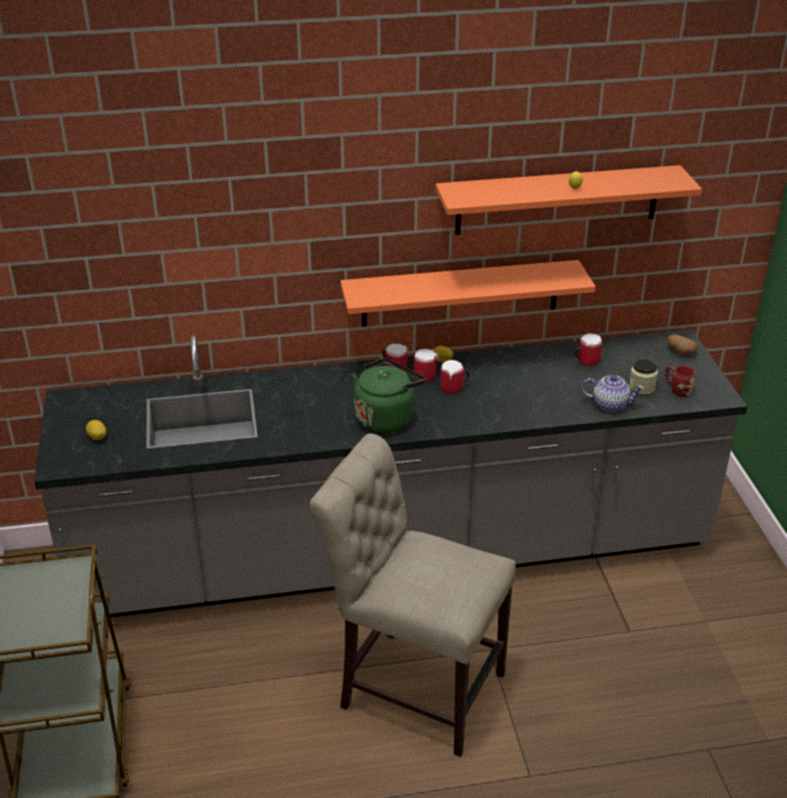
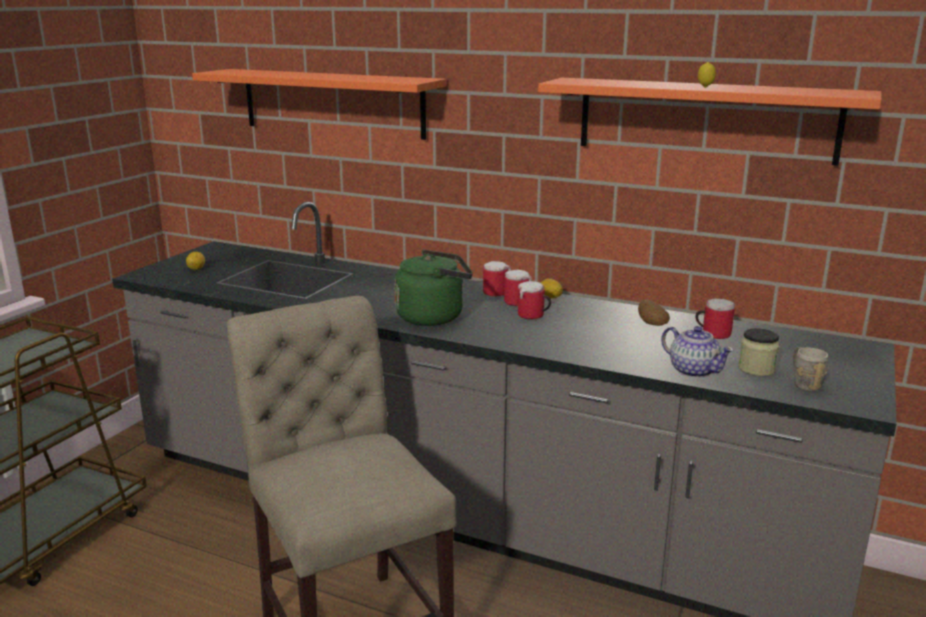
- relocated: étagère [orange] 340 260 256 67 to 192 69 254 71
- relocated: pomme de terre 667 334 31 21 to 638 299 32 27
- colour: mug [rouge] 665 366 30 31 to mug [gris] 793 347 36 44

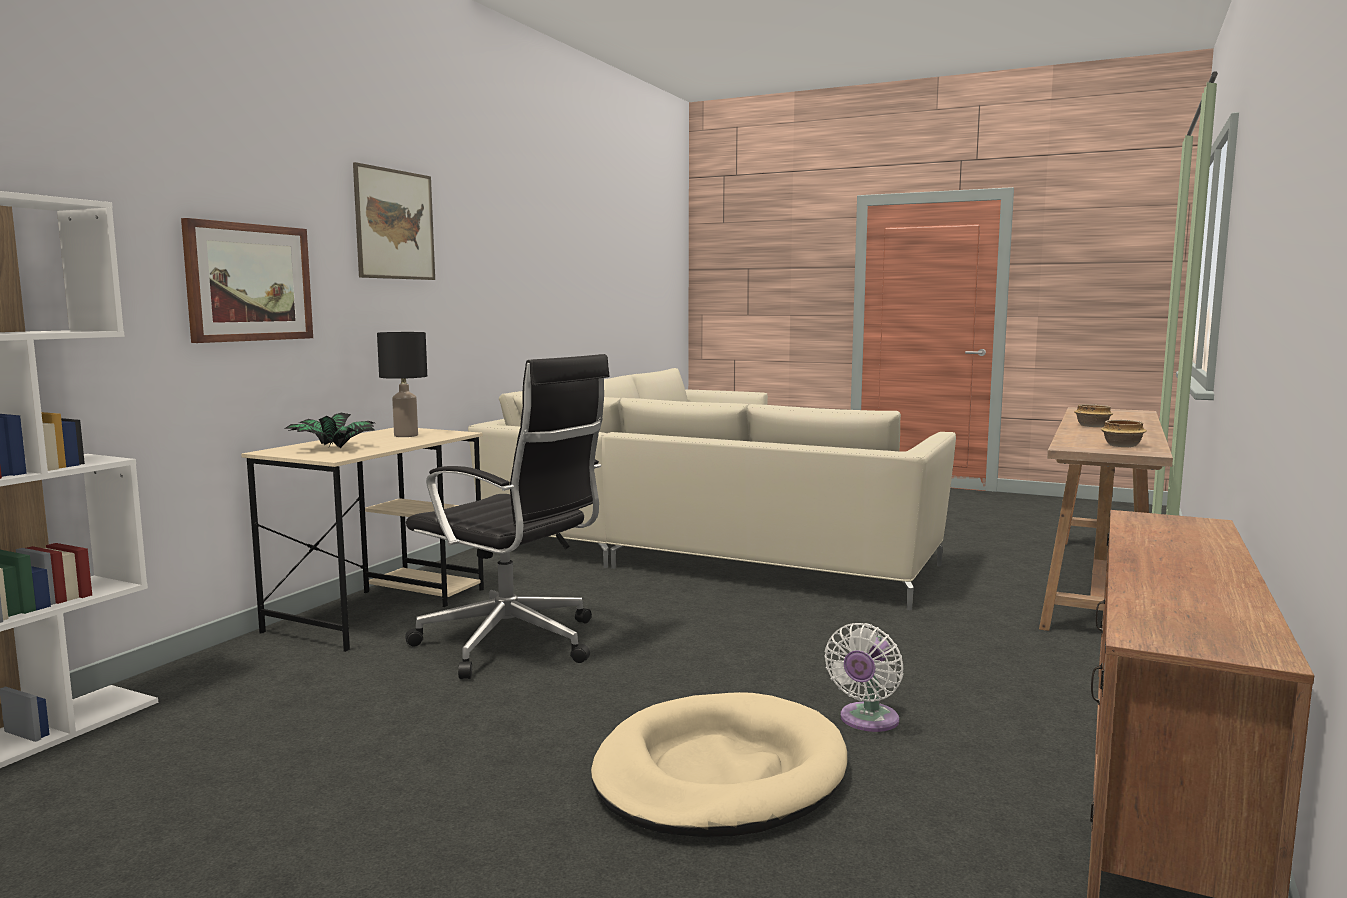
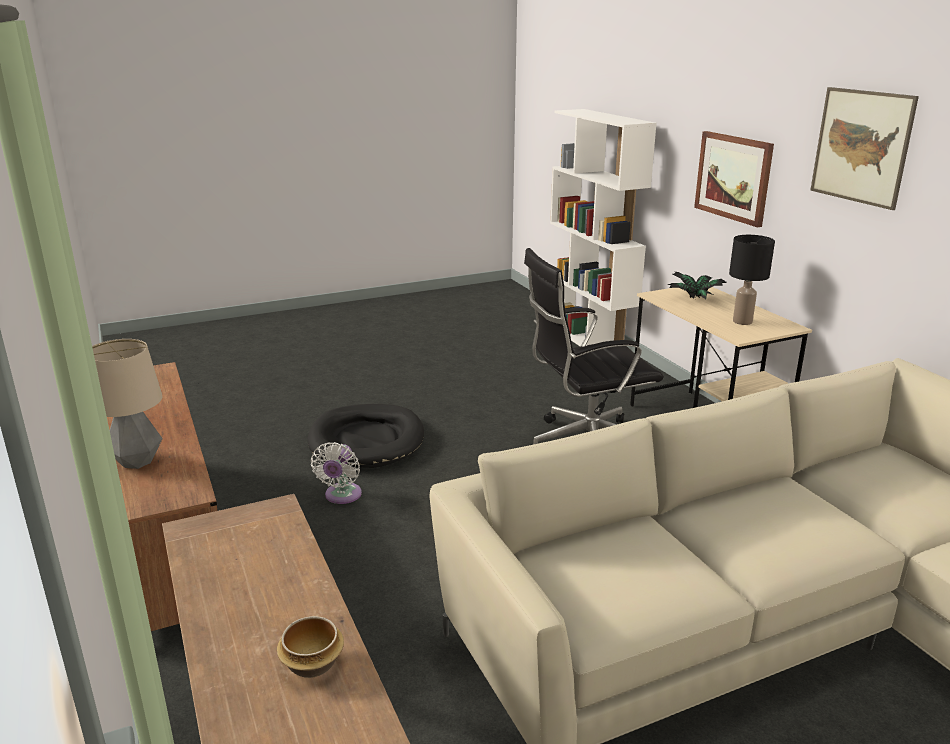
- missing: bol 1101 420 46 27
- appeared: lampe de table 92 339 70 130
- colour: panier pour chien [beige] 591 692 256 145 to panier pour chien [noir] 308 404 116 64
- spun: ventilateur [blanc] 825 623 78 109 = 311 442 51 62 150 degrees counterclockwise

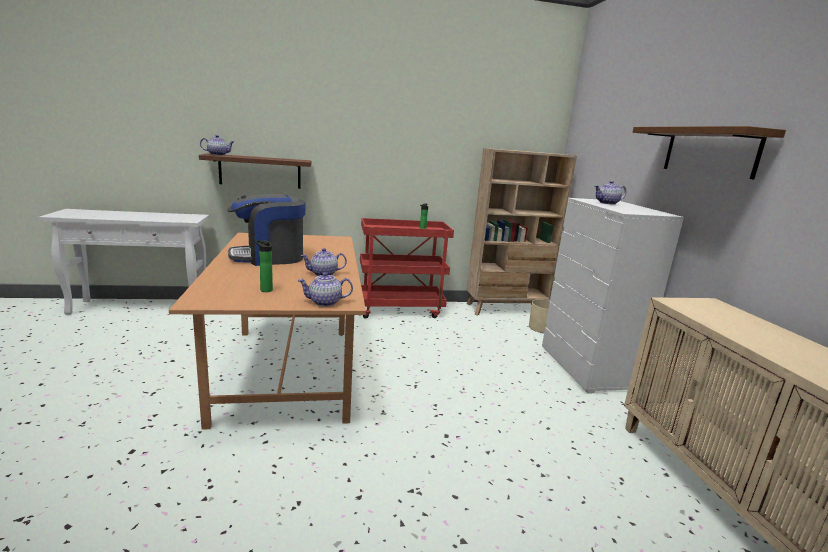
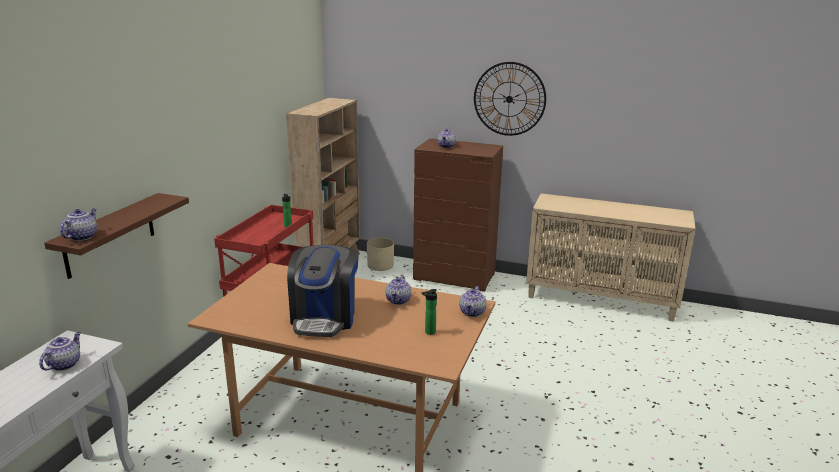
- appeared: théière 39 332 42 39
- exchanged: étagère [marron] 633 126 153 53 to horloge murale 474 62 72 74
- colour: commode [blanc] 542 198 142 195 to commode [marron] 413 138 90 154

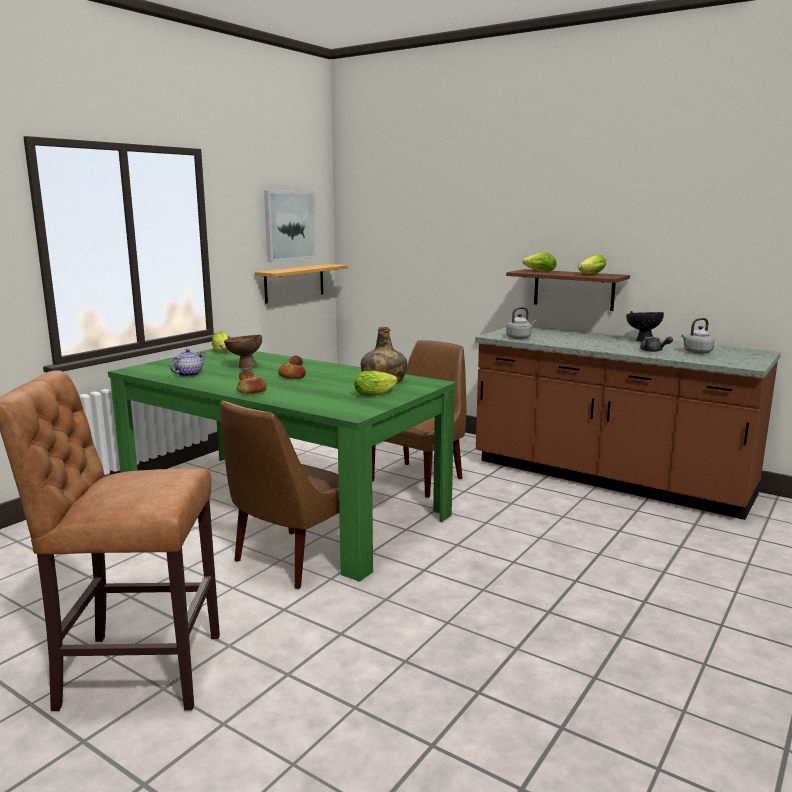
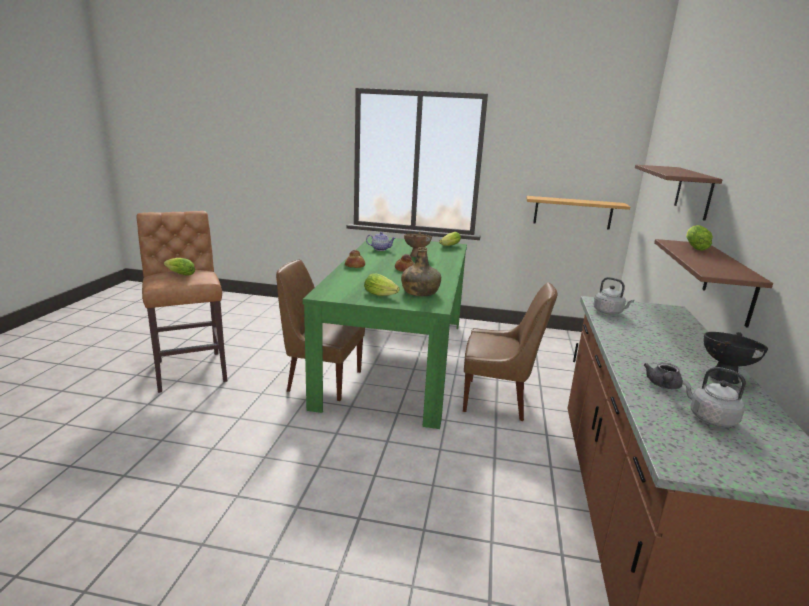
- missing: tableau 264 191 53 71
- appeared: étagère [marron] 635 165 88 56
- relocated: laitue 578 254 28 20 to 164 258 31 18

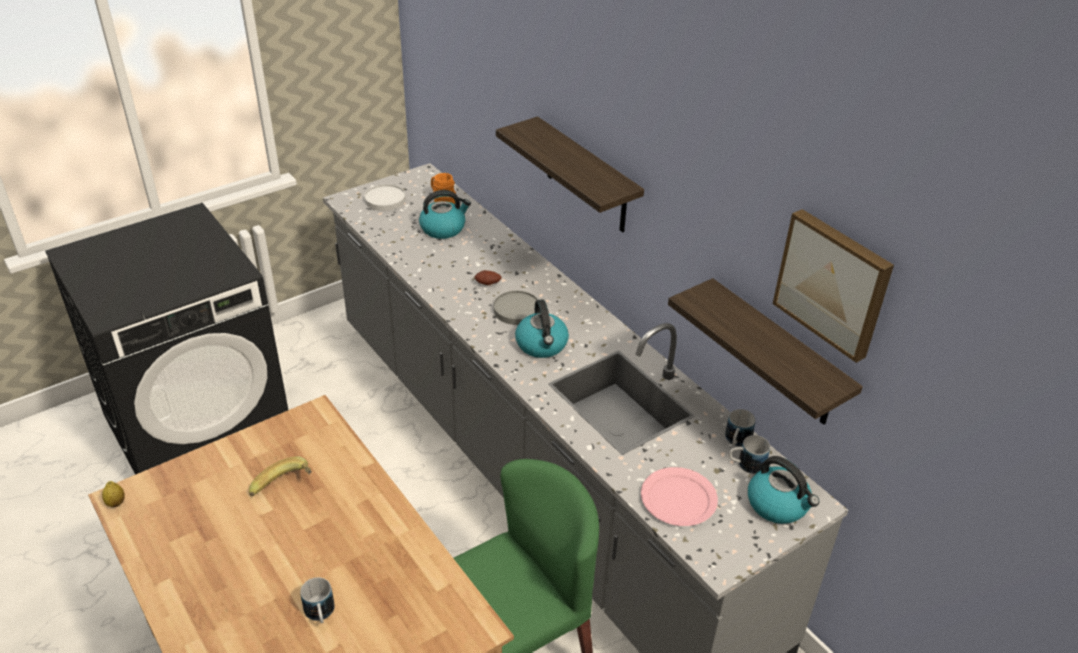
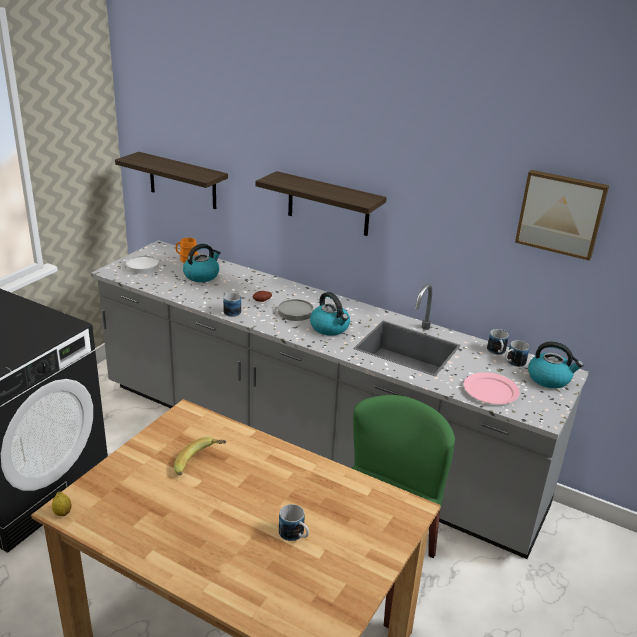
- appeared: mug 223 292 18 25
- relocated: étagère 668 278 195 147 to 115 152 113 57

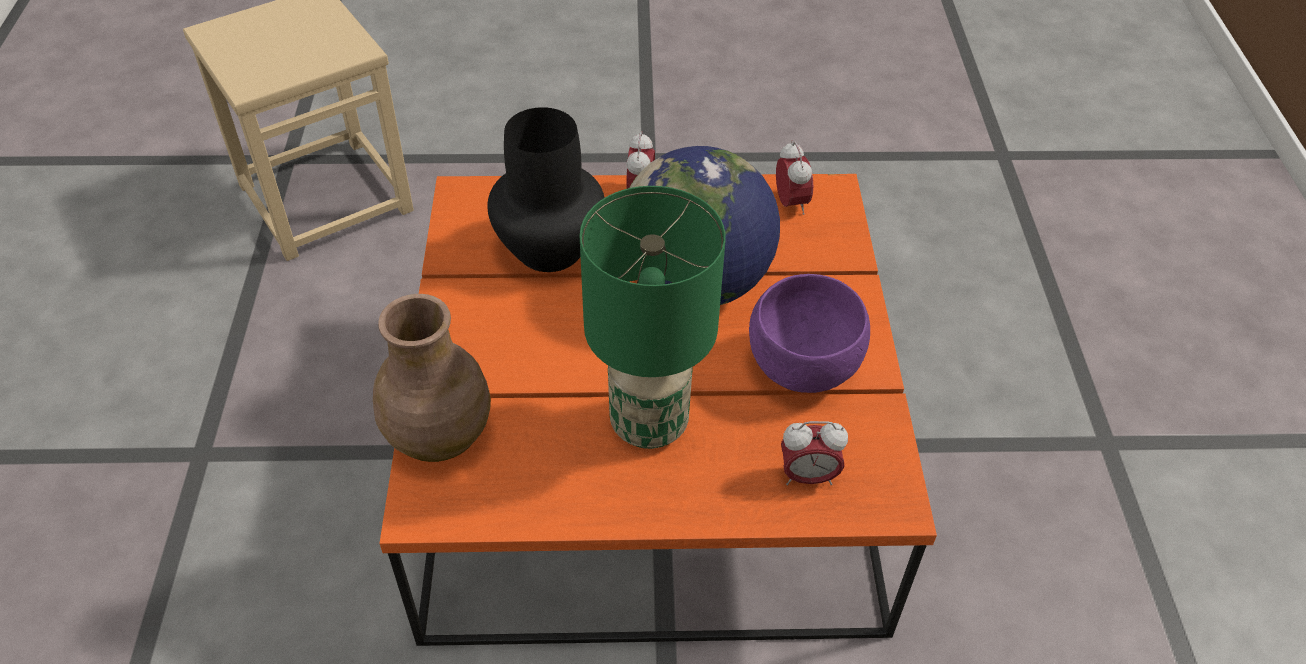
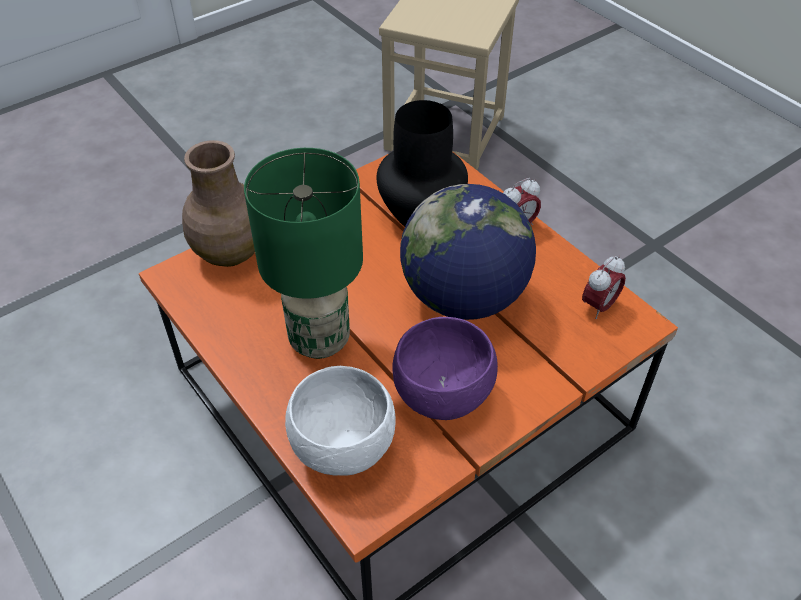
- exchanged: réveil 781 421 67 64 to bol [blanc] 285 366 111 110

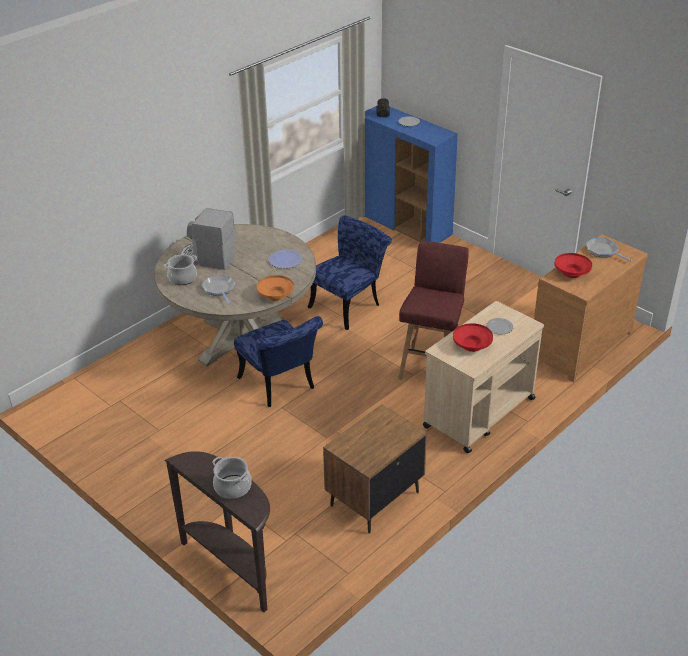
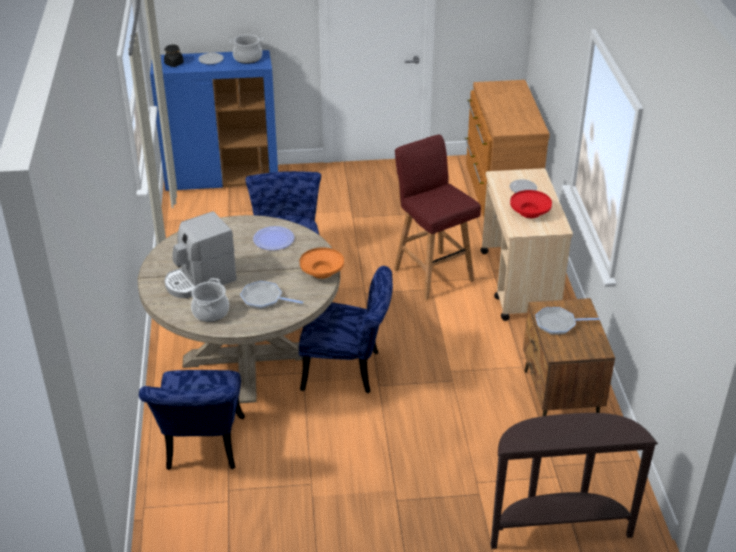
- missing: bol [rouge] 554 253 38 25
- appeared: chaise [bleu] 139 370 106 100
- relocated: marmite 212 457 40 42 to 229 34 35 30
- relocated: poêle 586 238 46 23 to 535 307 64 28

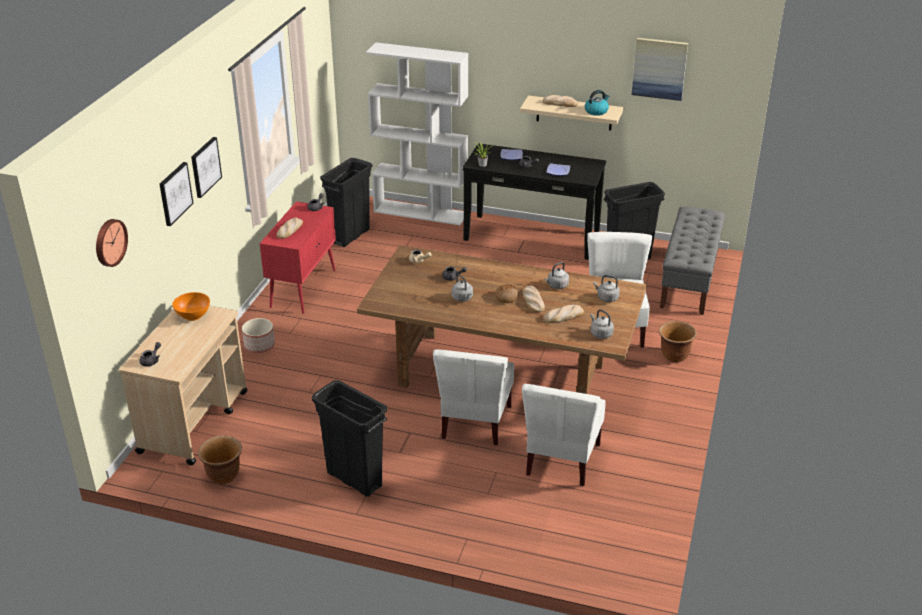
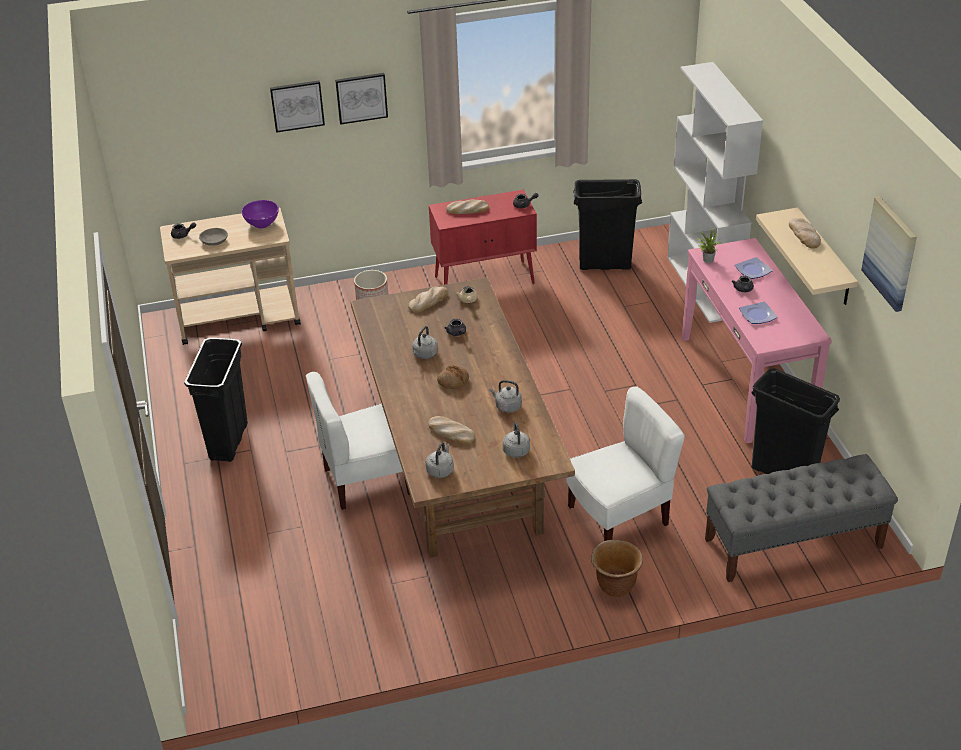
- missing: horloge murale 96 219 32 48
- missing: cache-pot [marron] 198 435 44 49
- missing: chaise [blanc] 522 384 83 102
- missing: bouilloire 585 90 25 26
- appeared: bol [gris] 199 228 29 18
- relocated: pain 523 286 22 26 to 408 286 40 27
- colour: bol [orange] 172 292 38 29 to bol [violet] 241 200 38 28
- colour: table console [noir] 463 143 143 117 to table console [rose] 682 238 150 206

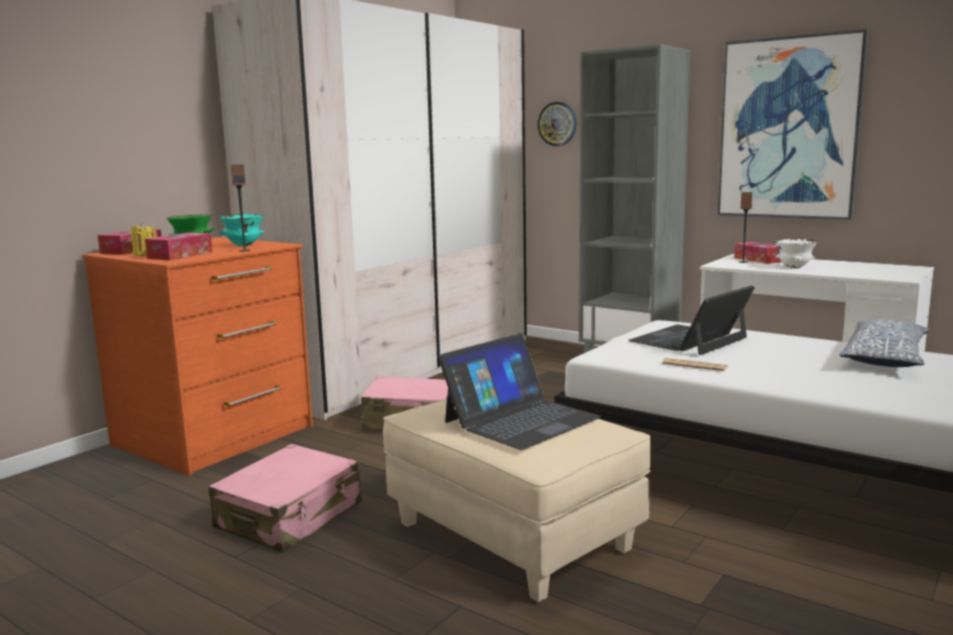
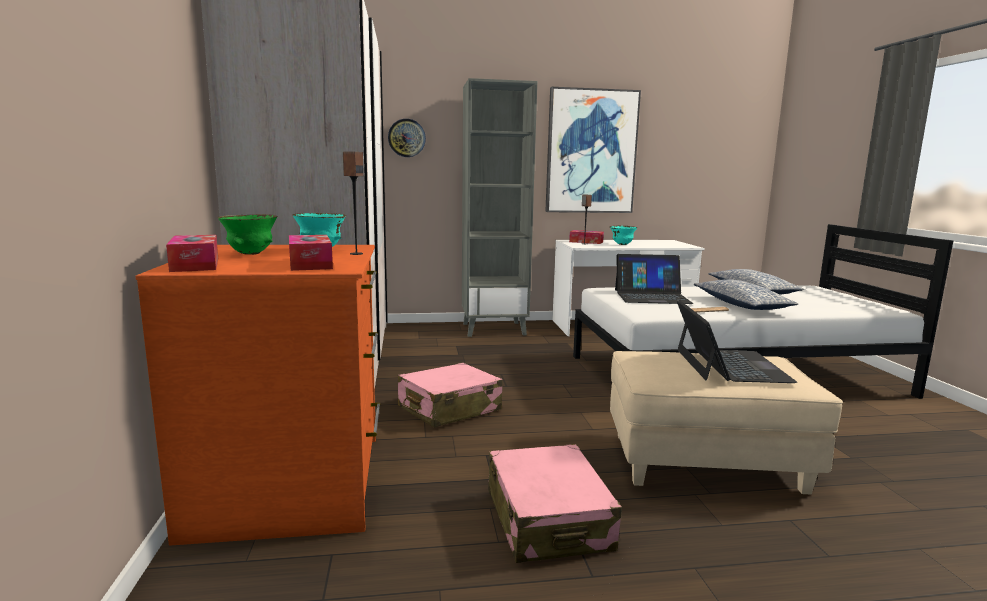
- missing: bougie [jaune] 131 223 25 33
- appeared: coussin 694 279 104 31
- colour: bol [blanc] 774 238 44 30 to bol [turquoise] 610 226 27 19
- spun: ordinateur portable 628 285 127 70 = 615 254 79 50 90 degrees counterclockwise

